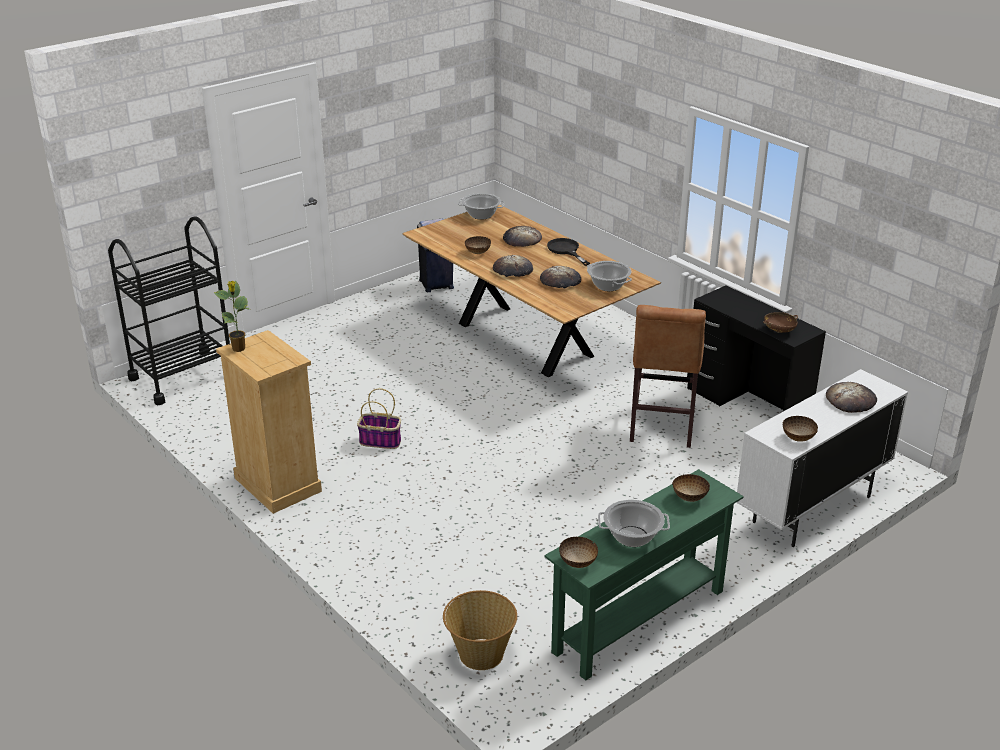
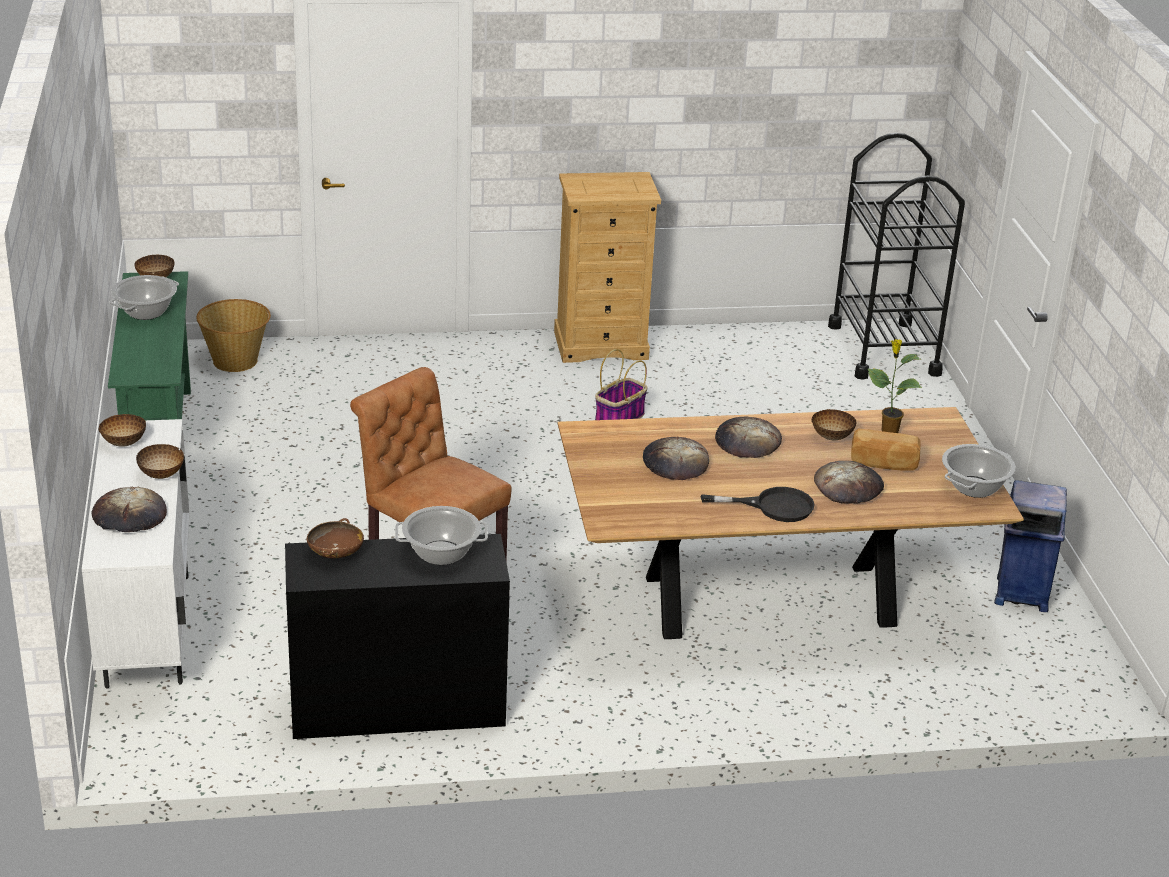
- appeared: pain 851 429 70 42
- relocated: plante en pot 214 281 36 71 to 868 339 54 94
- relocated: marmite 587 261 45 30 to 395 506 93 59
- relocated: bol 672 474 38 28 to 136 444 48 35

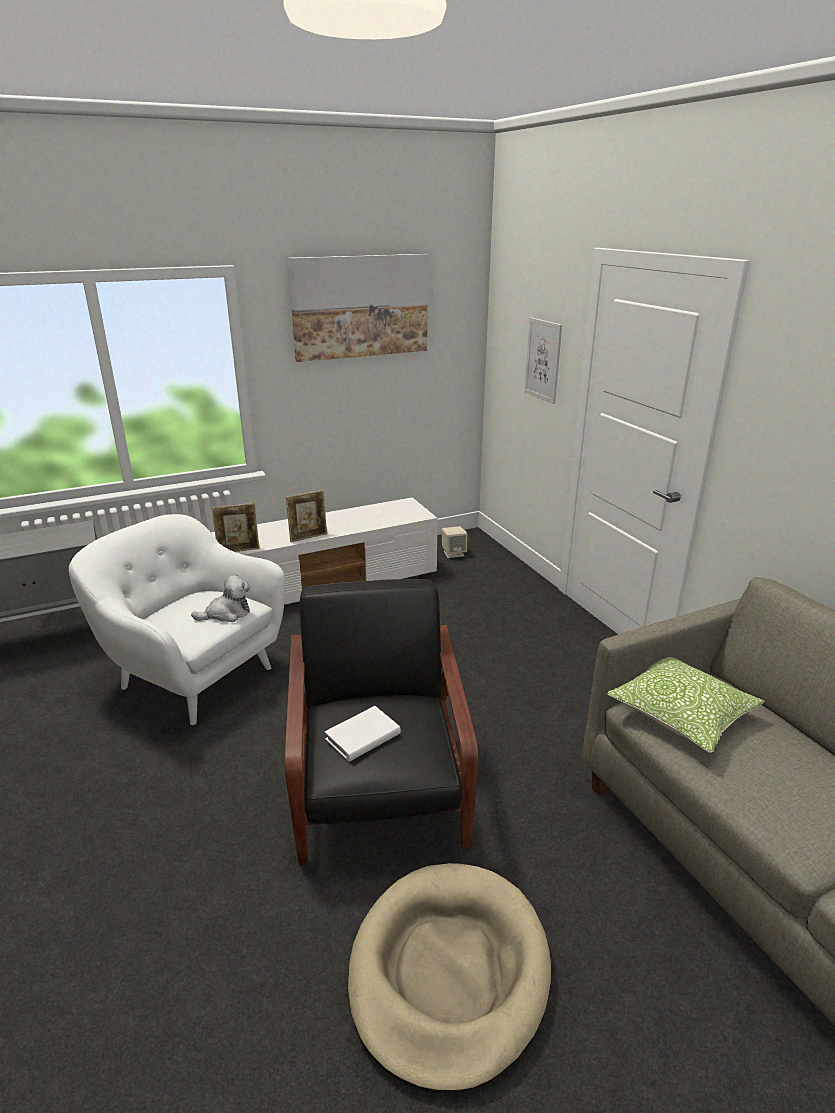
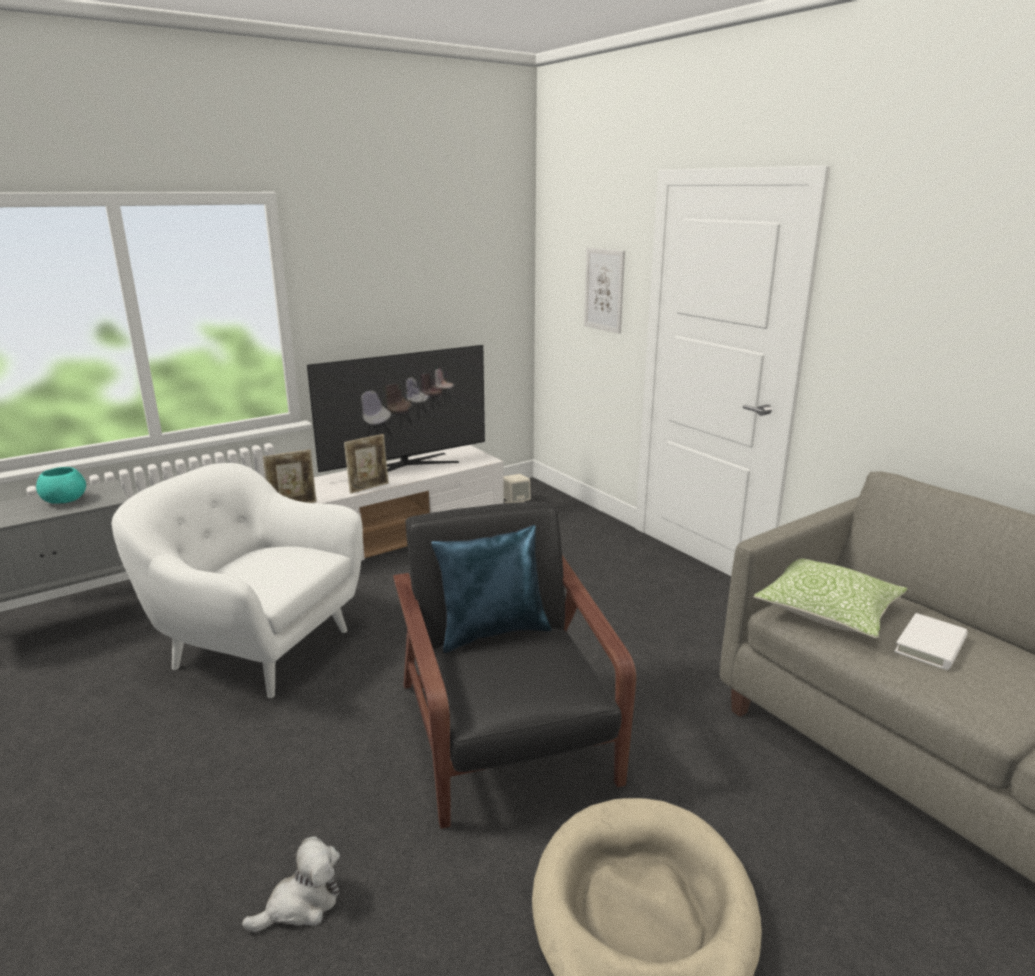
- missing: tableau 288 254 140 108
- appeared: bol [turquoise] 36 467 50 37
- appeared: téléviseur 307 345 178 127
- appeared: coussin [bleu] 431 525 121 128
- relocated: peluche 191 575 59 47 to 242 836 98 96
- relocated: livre [blanc] 325 706 76 56 to 894 613 74 57

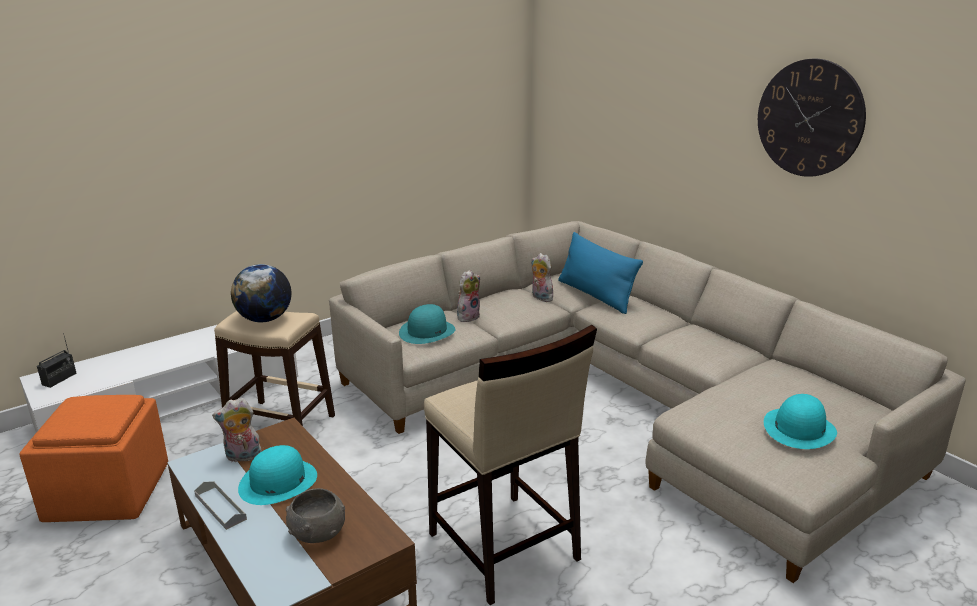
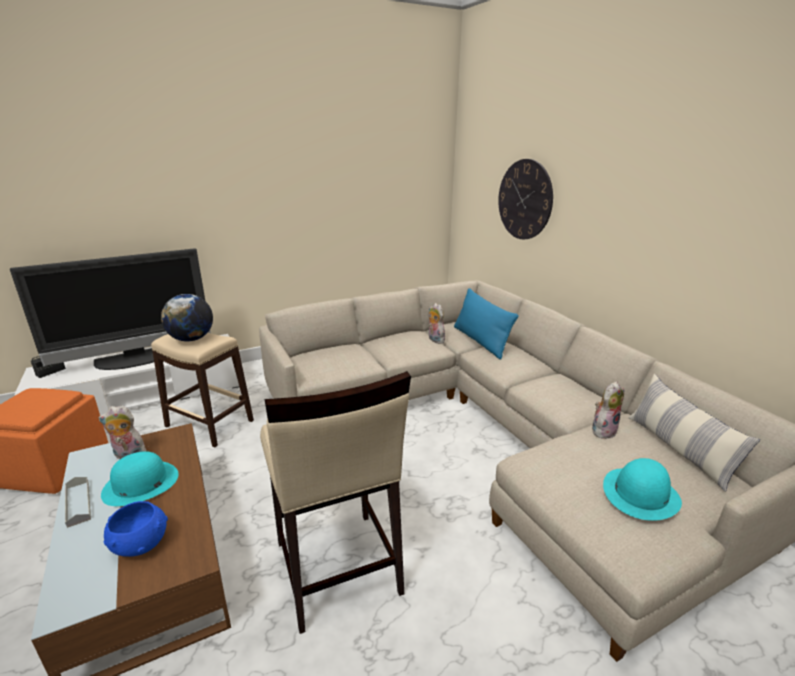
- missing: chapeau [turquoise] 399 304 56 40
- appeared: téléviseur 10 248 201 122
- appeared: coussin 629 374 131 118
- relocated: peluche 457 270 23 52 to 592 382 32 57
- relocated: horloge murale 758 59 108 118 to 498 159 55 80
- colour: bol [gris] 286 488 59 55 to bol [bleu] 103 501 65 56

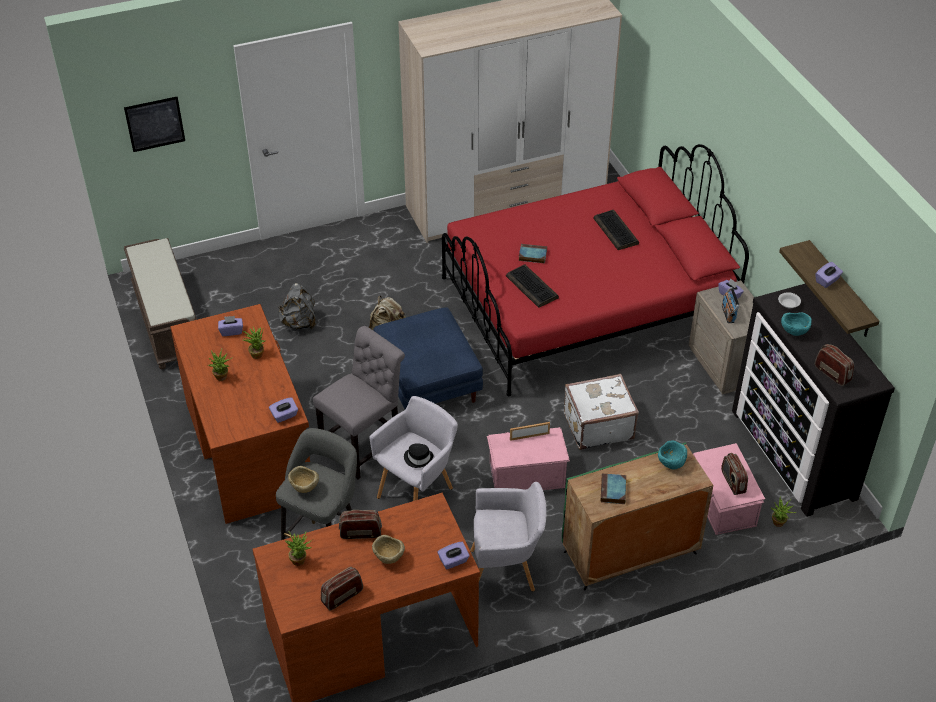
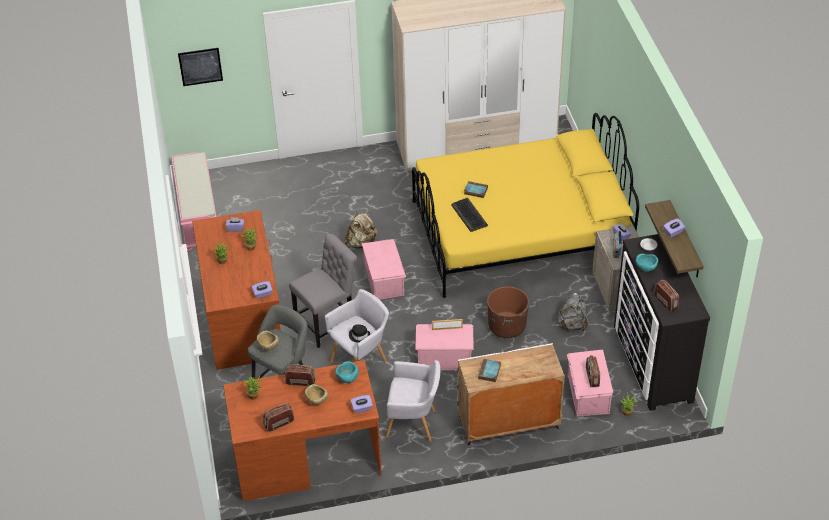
- missing: clavier 593 210 46 40
- relocated: sac à dos [gris] 278 283 38 46 to 557 293 31 38
- relocated: bol [turquoise] 658 440 29 30 to 335 361 24 22
- exchanged: pouf [bleu] 373 307 110 102 to boîte de rangement [rose] 362 239 44 61
- exchanged: valise [blanc] 564 374 75 76 to cache-pot [marron] 487 286 42 52
- colour: banc [marron] 124 238 73 132 to banc [rose] 171 152 45 100
- colour: lit [rouge] 442 144 307 252 to lit [jaune] 412 113 227 185
- colour: meuble de rangement [vert] 562 443 151 147 to meuble de rangement [blanc] 458 343 107 102

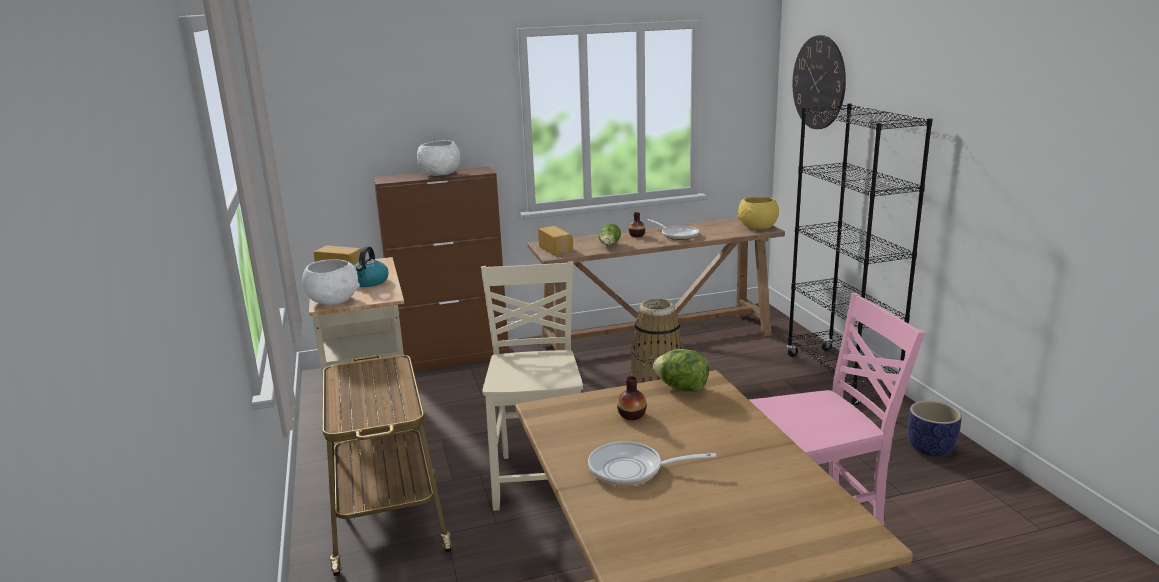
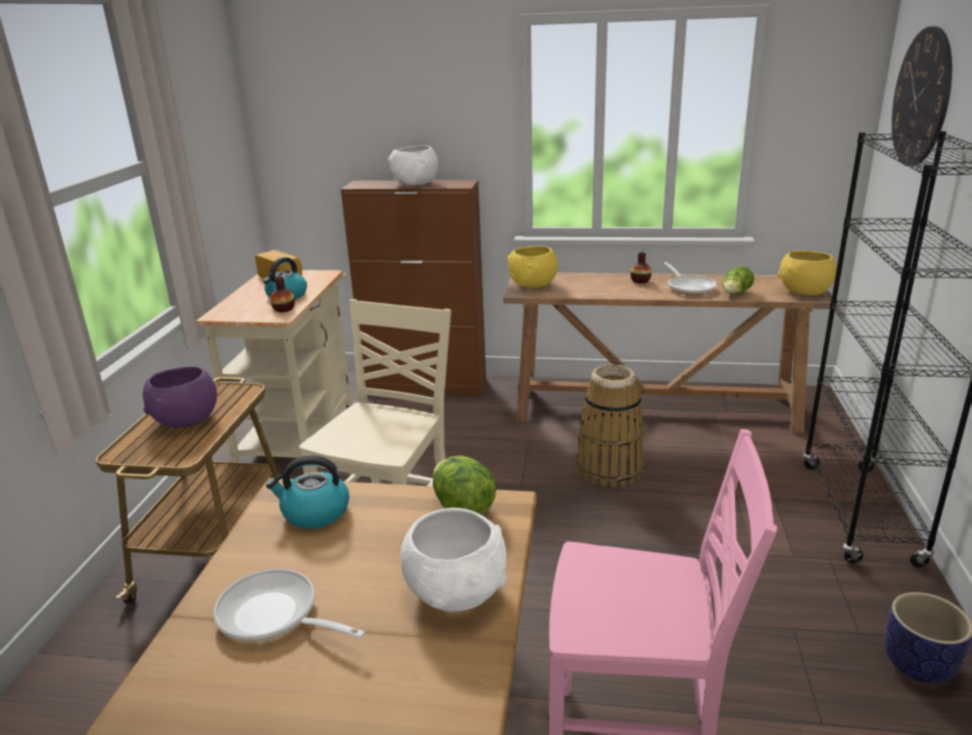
- appeared: bol [violet] 143 366 74 62
- appeared: bouilloire 266 455 83 74
- relocated: bol [blanc] 302 259 58 46 to 400 508 107 104
- relocated: laitue 599 223 22 22 to 722 266 32 28
- relocated: vase 617 376 30 44 to 270 277 25 35
- exchanged: pain 538 226 35 29 to bol [jaune] 507 246 51 42

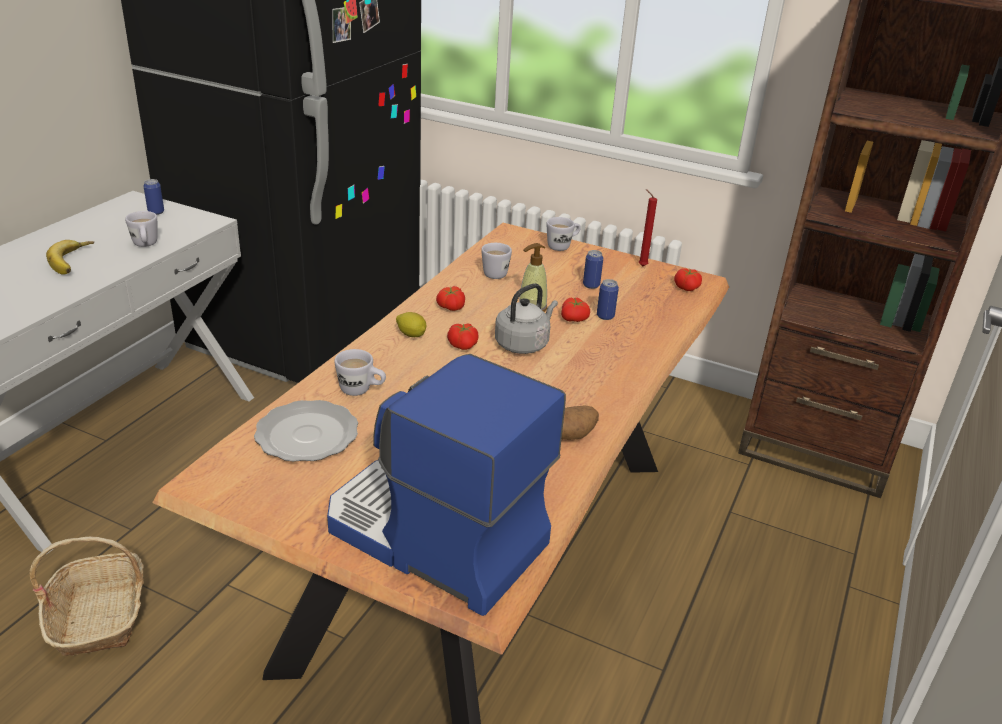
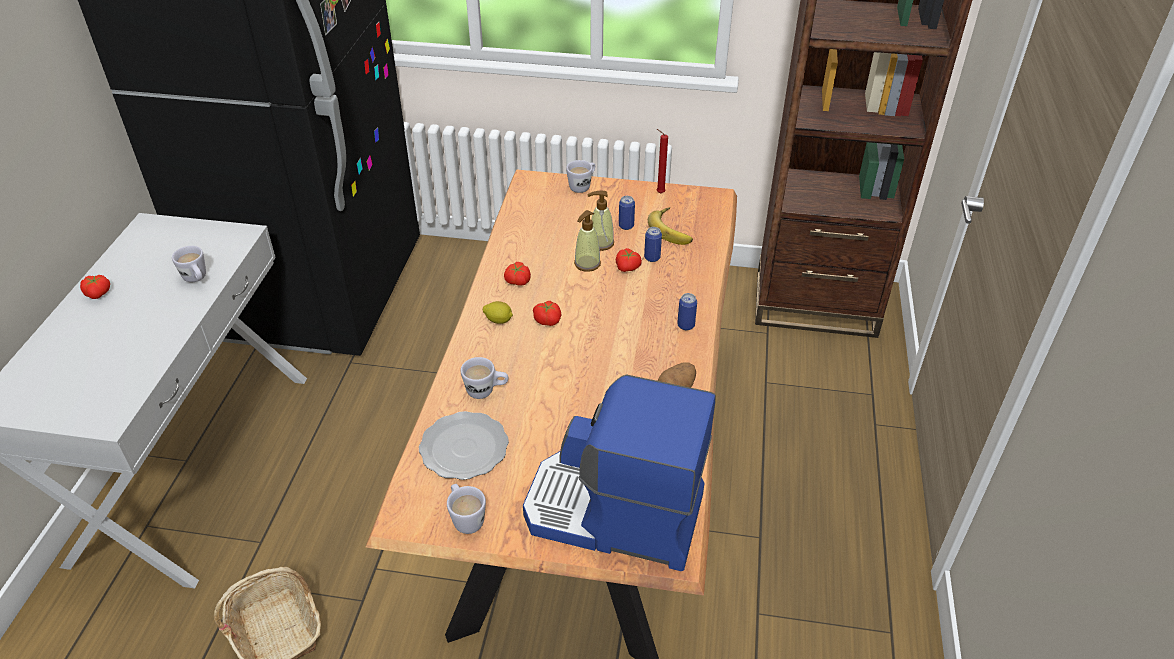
- missing: bouilloire [gris] 495 283 63 71
- appeared: distributeur de savon 587 191 27 60
- relocated: banane 46 240 48 35 to 648 207 45 38
- relocated: boîte métallique 144 179 20 36 to 677 293 20 37
- relocated: mug [blanc] 481 243 31 36 to 447 484 39 50
- relocated: tomate 674 268 28 23 to 80 275 30 24

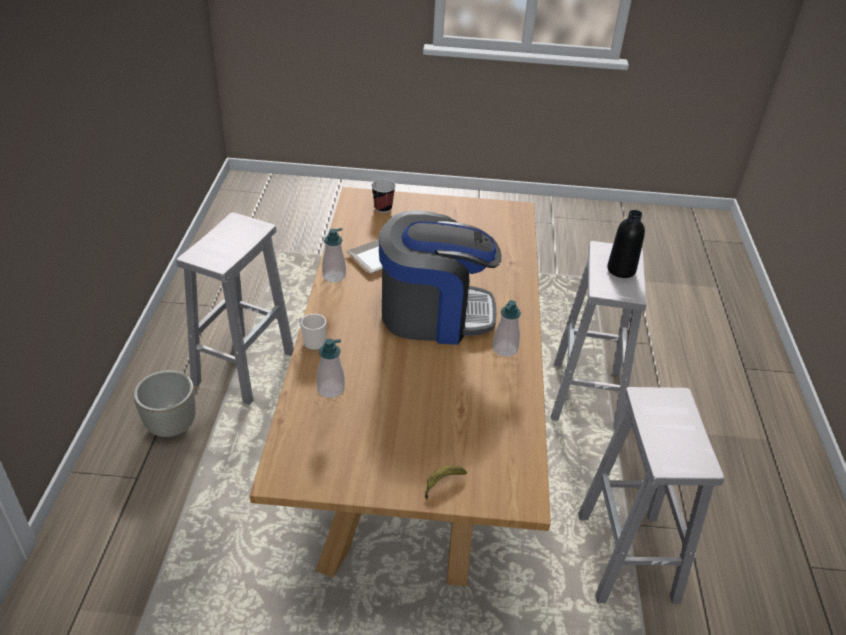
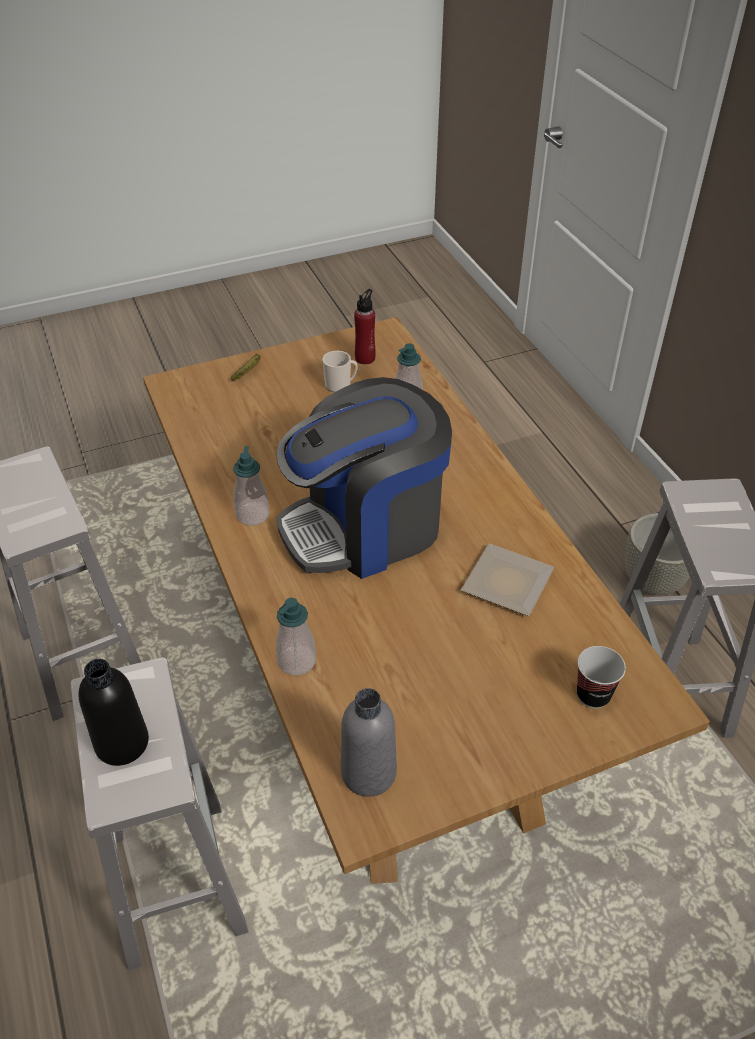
- appeared: bouteille [gris] 341 688 56 109
- appeared: bouteille [rouge] 354 289 22 75
- relocated: mug 299 314 27 36 to 323 351 35 41
- relocated: distributeur de savon 322 228 24 54 to 276 598 40 78

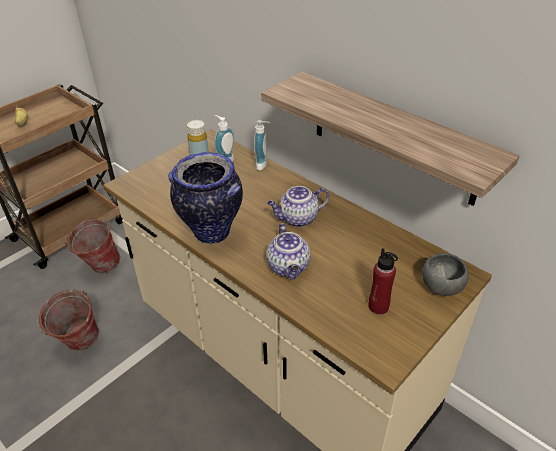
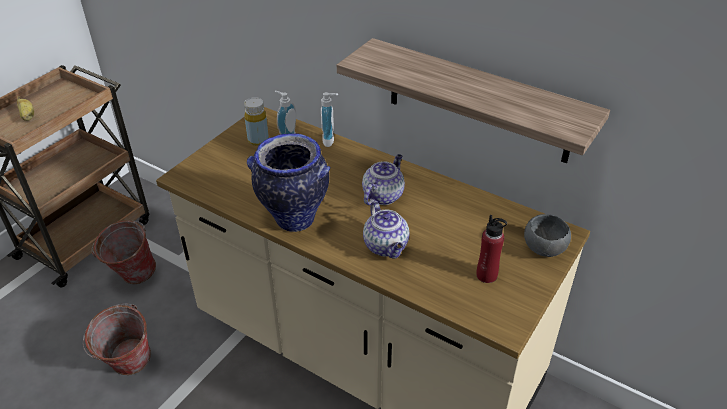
- spun: théière 267 186 63 41 = 362 154 43 51 150 degrees clockwise

